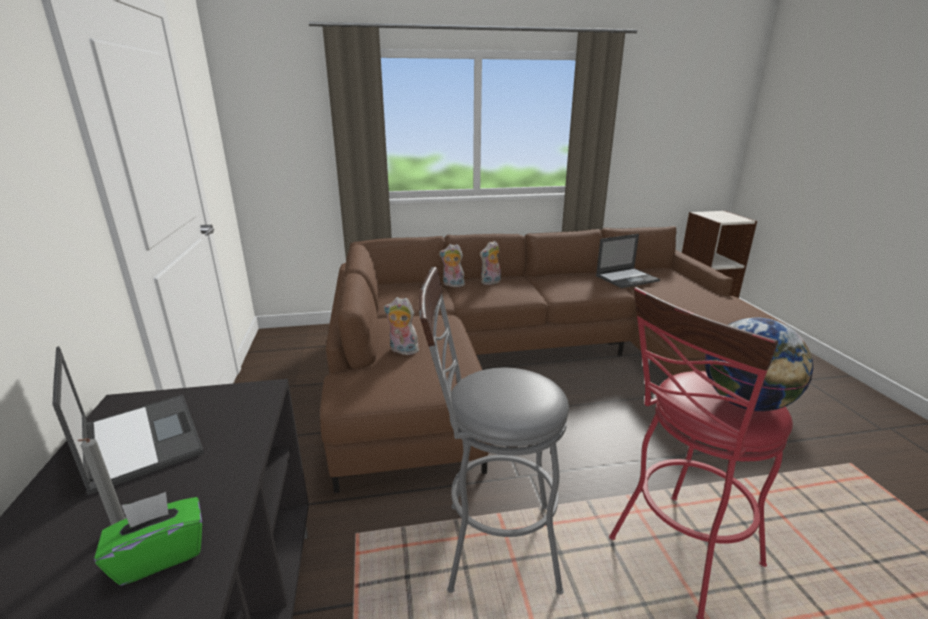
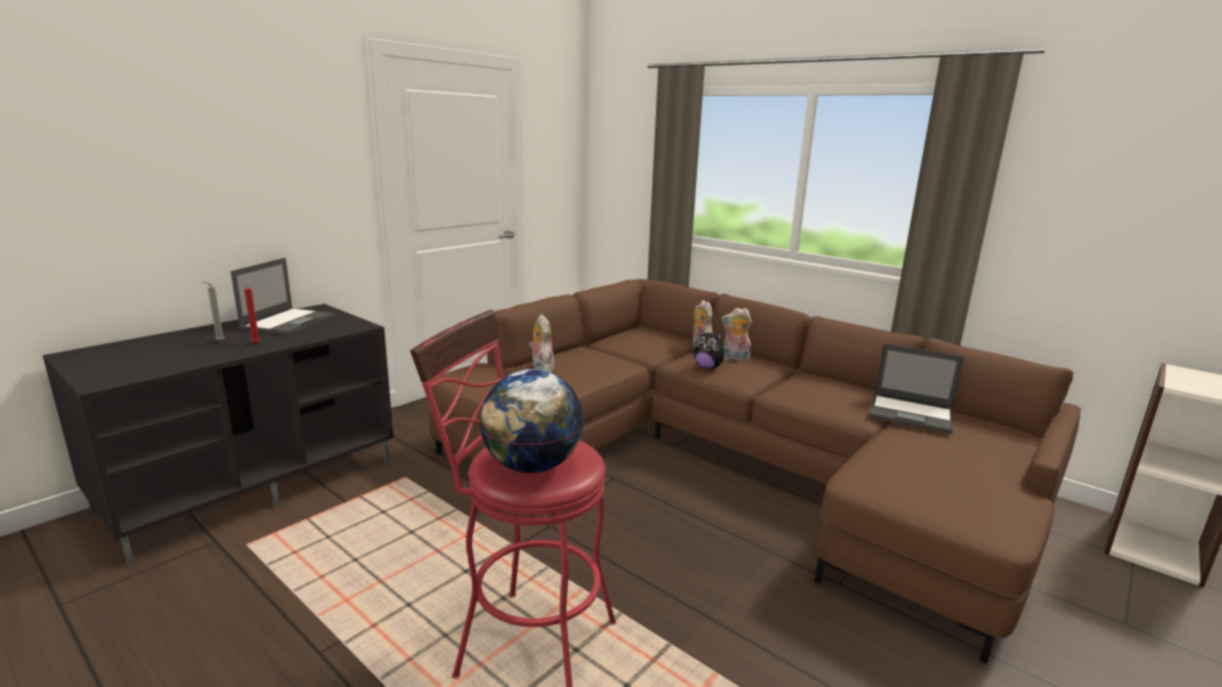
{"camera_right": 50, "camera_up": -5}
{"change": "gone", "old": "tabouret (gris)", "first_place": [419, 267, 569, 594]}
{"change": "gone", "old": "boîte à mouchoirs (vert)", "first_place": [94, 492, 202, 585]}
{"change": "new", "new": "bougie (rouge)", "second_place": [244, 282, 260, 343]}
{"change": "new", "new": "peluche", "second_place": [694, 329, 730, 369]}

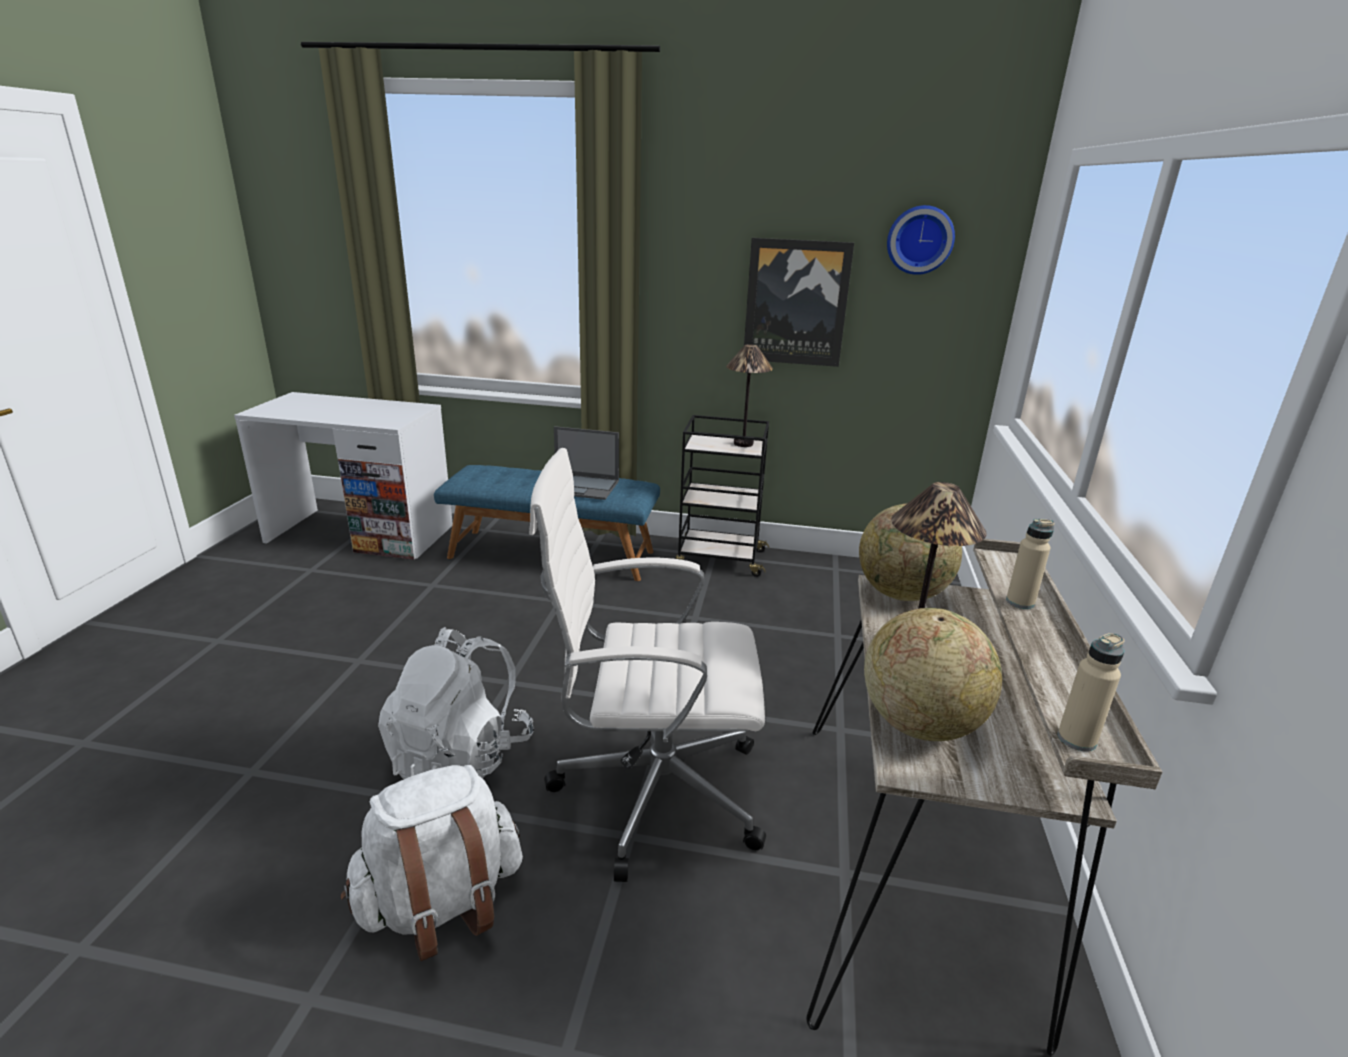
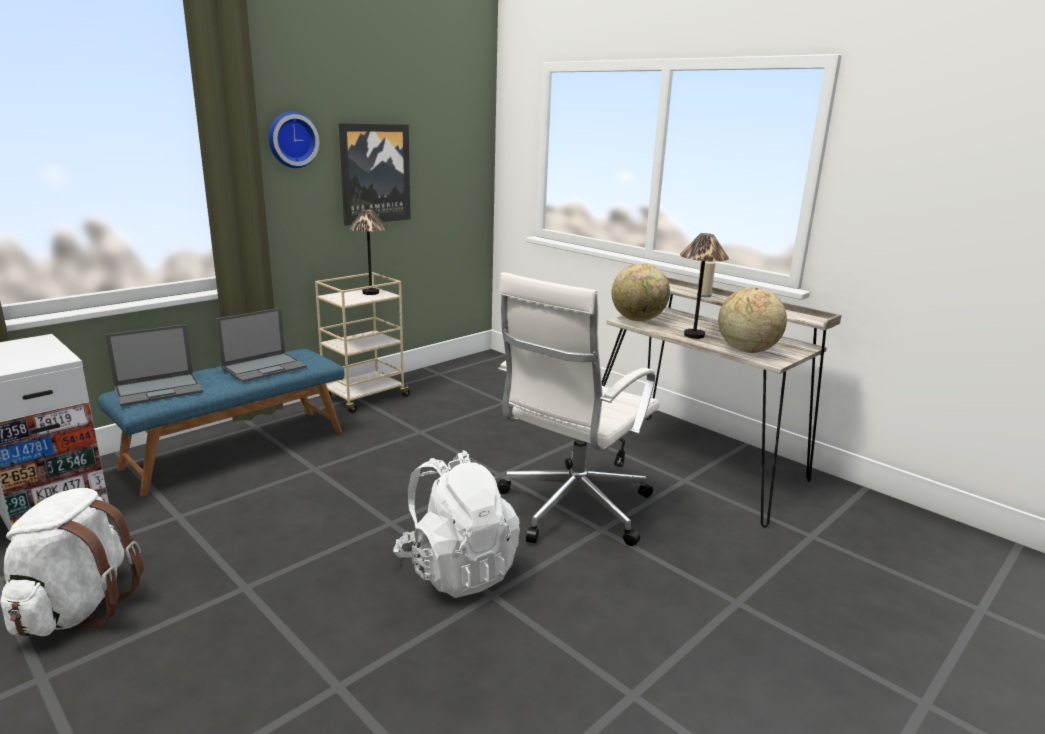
{"camera_right": -55, "camera_up": -5}
{"change": "shifted", "old": "horloge murale", "first_place": [887, 205, 955, 275], "second_place": [269, 111, 319, 168]}
{"change": "repainted", "old": "chariot (noir)", "new": "chariot (beige)", "first_place": [676, 415, 769, 577], "second_place": [315, 272, 413, 413]}
{"change": "gone", "old": "bouteille (beige)", "first_place": [1058, 633, 1125, 751]}
{"change": "shifted", "old": "sac à dos (blanc)", "first_place": [341, 765, 523, 961], "second_place": [0, 488, 144, 637]}
{"change": "new", "new": "ordinateur portable", "second_place": [105, 324, 203, 406]}

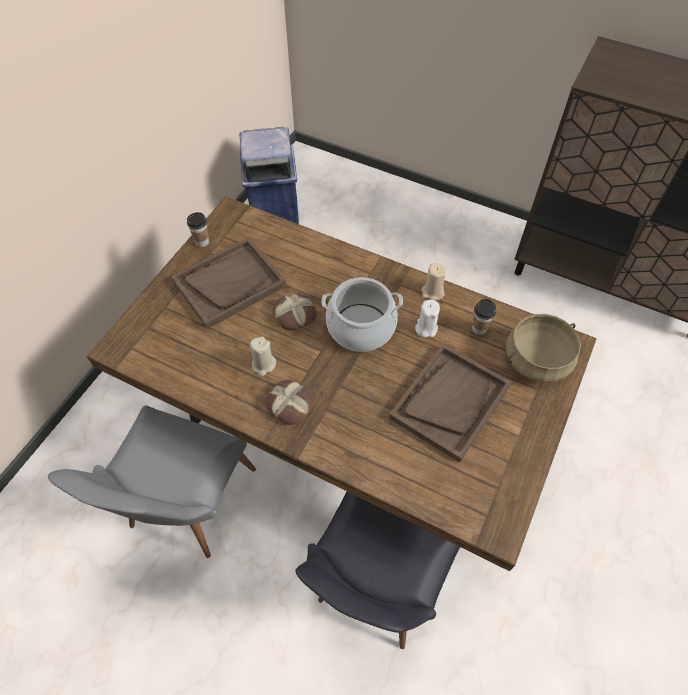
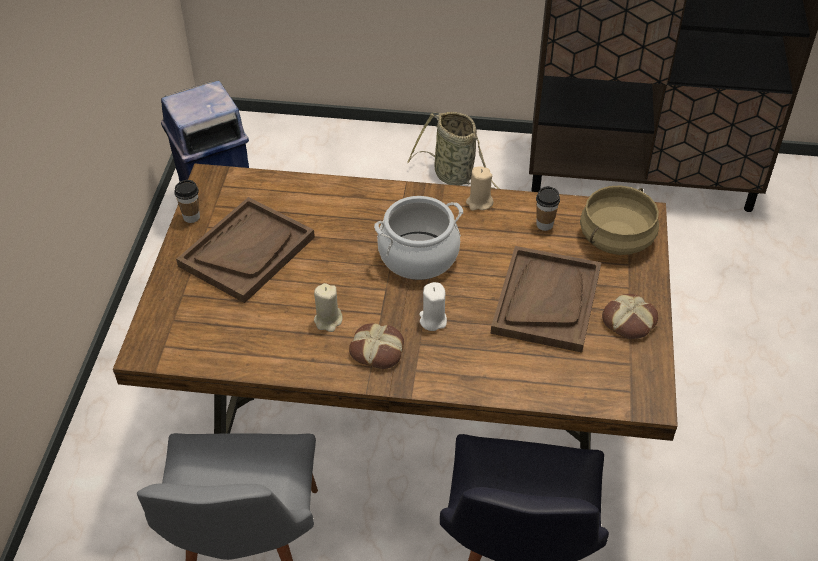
{"camera_right": -20, "camera_up": -10}
{"change": "shifted", "old": "pain", "first_place": [273, 293, 317, 331], "second_place": [602, 294, 658, 339]}
{"change": "shifted", "old": "bougie (blanc)", "first_place": [415, 300, 440, 337], "second_place": [419, 282, 447, 331]}
{"change": "new", "new": "panier", "second_place": [407, 112, 500, 189]}

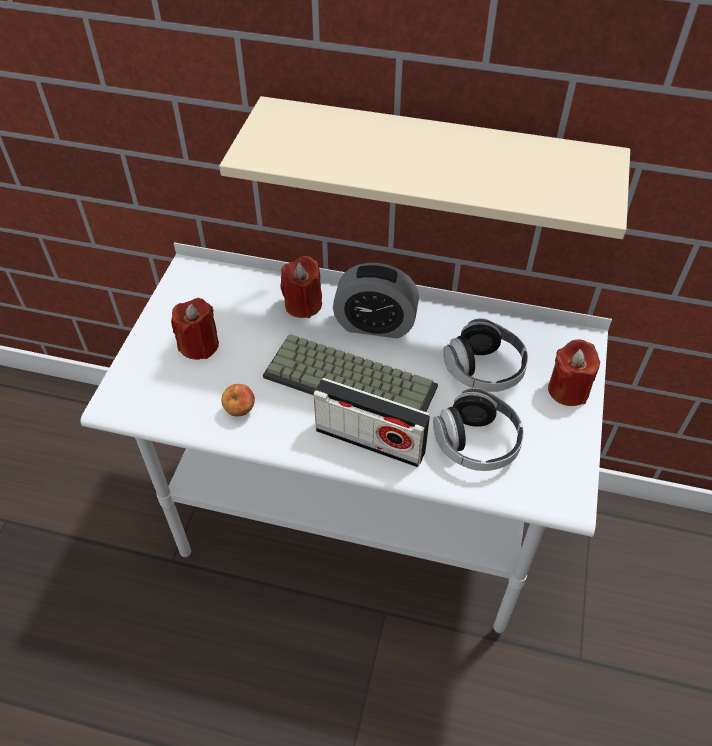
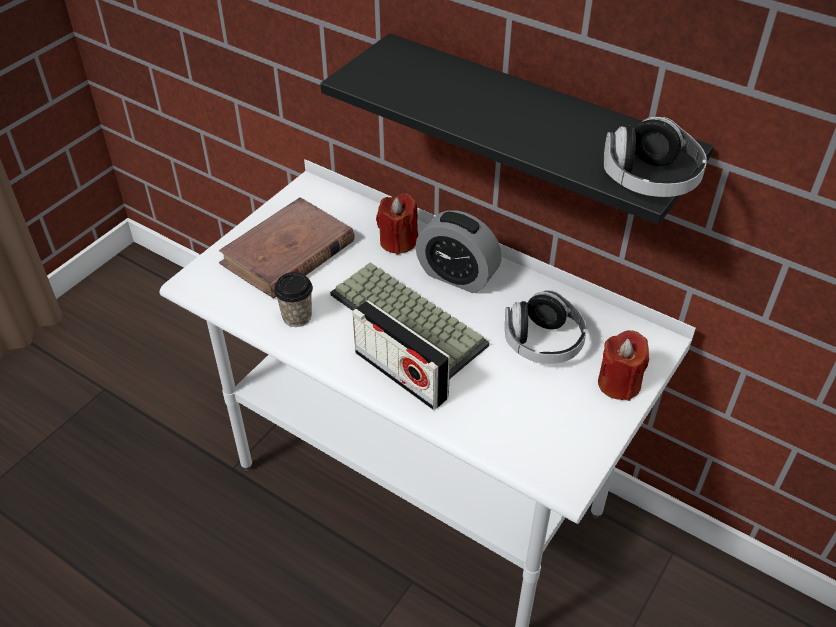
{"camera_right": 20, "camera_up": -5}
{"change": "repainted", "old": "étagère (beige)", "new": "étagère (noir)", "first_place": [219, 96, 630, 239], "second_place": [320, 33, 714, 225]}
{"change": "swapped", "old": "bougie (rouge)", "new": "livre (marron)", "first_place": [171, 298, 219, 360], "second_place": [219, 197, 355, 298]}
{"change": "swapped", "old": "pomme", "new": "tasse", "first_place": [221, 384, 255, 416], "second_place": [274, 272, 313, 327]}
{"change": "shifted", "old": "casque audio", "first_place": [433, 388, 524, 471], "second_place": [604, 117, 707, 197]}

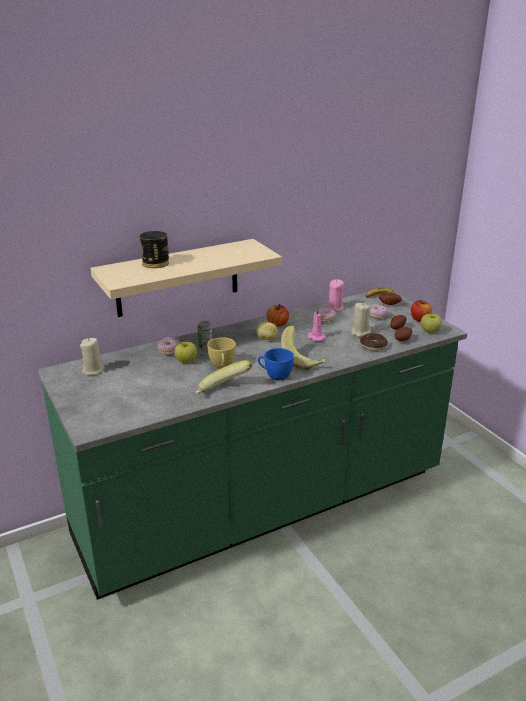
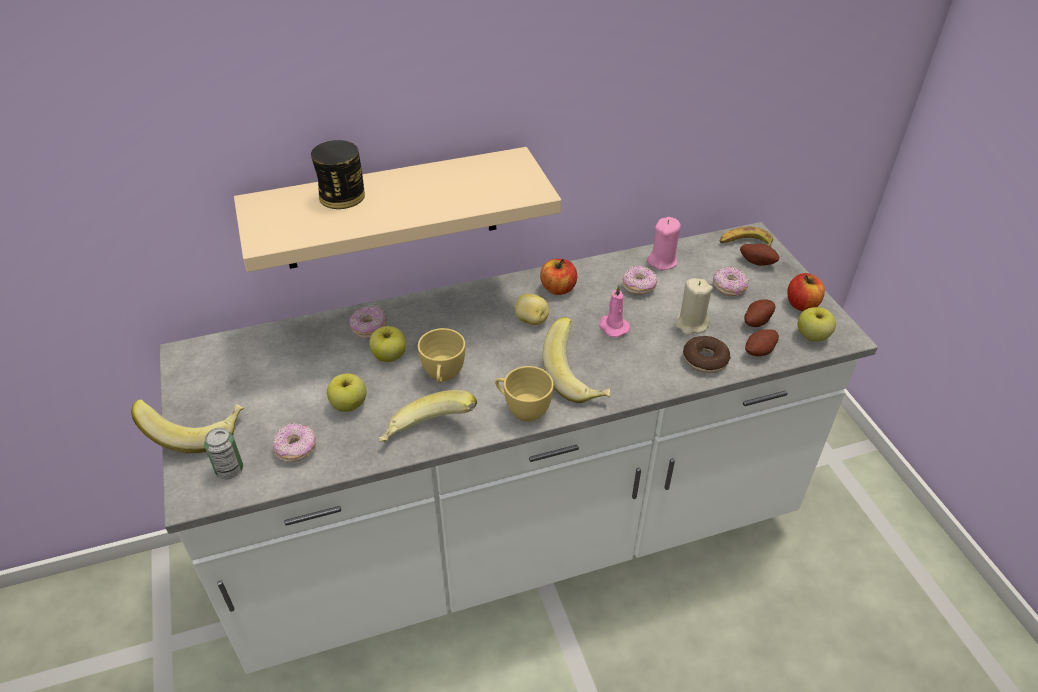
{"camera_right": 10, "camera_up": 15}
{"change": "repainted", "old": "comptoir de cuisine (vert)", "new": "comptoir de cuisine (blanc)", "first_place": [37, 292, 467, 600], "second_place": [160, 222, 878, 674]}
{"change": "shifted", "old": "boîte métallique", "first_place": [197, 321, 212, 350], "second_place": [204, 428, 243, 479]}
{"change": "gone", "old": "bougie (beige)", "first_place": [80, 338, 105, 375]}
{"change": "repainted", "old": "tasse (bleu)", "new": "tasse (jaune)", "first_place": [258, 348, 294, 381], "second_place": [495, 366, 554, 422]}
{"change": "new", "new": "pomme", "second_place": [327, 373, 366, 412]}
{"change": "new", "new": "banane", "second_place": [131, 399, 244, 453]}
{"change": "new", "new": "beignet", "second_place": [273, 423, 316, 462]}

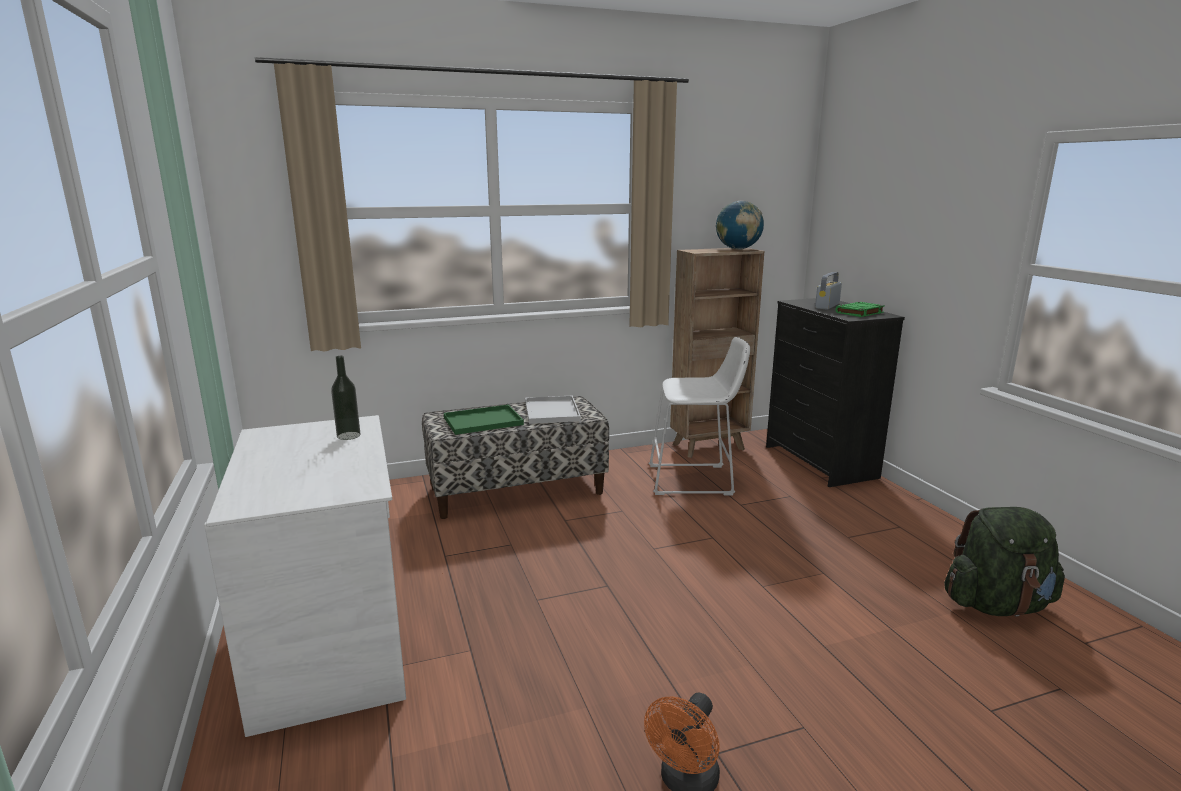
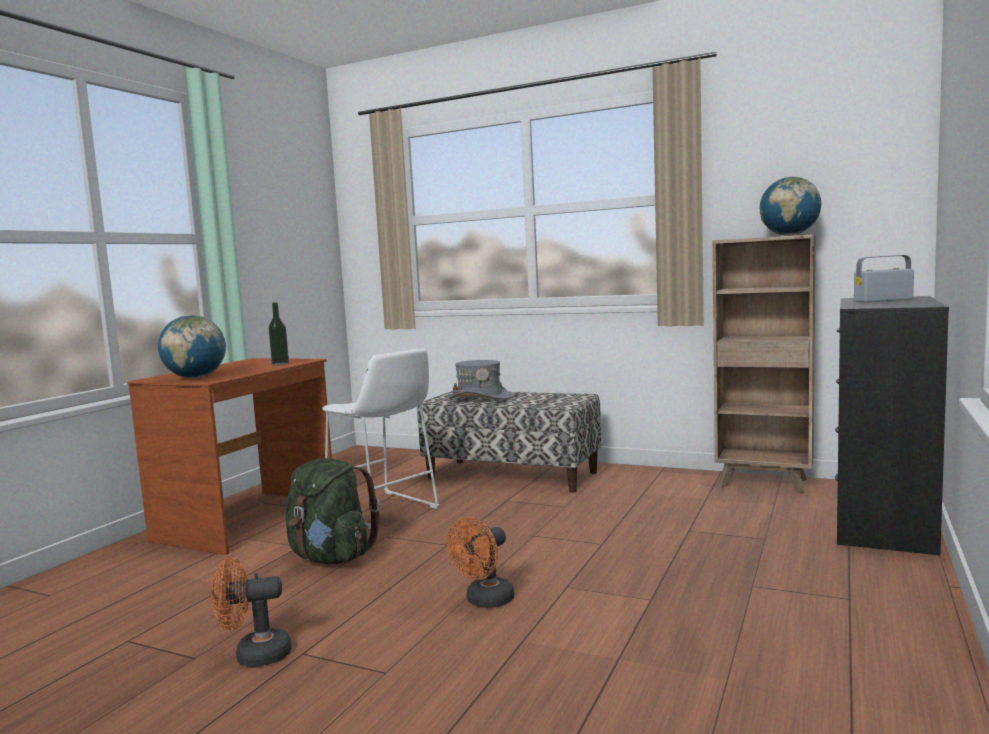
{"camera_right": 45, "camera_up": -10}
{"change": "gone", "old": "livre (vert)", "first_place": [835, 302, 885, 317]}
{"change": "shifted", "old": "tabouret (blanc)", "first_place": [649, 337, 750, 495], "second_place": [322, 348, 439, 529]}
{"change": "gone", "old": "plateau (blanc)", "first_place": [525, 395, 581, 424]}
{"change": "swapped", "old": "plateau (vert)", "new": "chapeau (gris)", "first_place": [444, 405, 524, 435], "second_place": [449, 360, 510, 400]}
{"change": "repainted", "old": "bureau (blanc)", "new": "bureau (marron)", "first_place": [204, 415, 406, 737], "second_place": [127, 358, 332, 555]}
{"change": "shifted", "old": "sac à dos (vert)", "first_place": [944, 507, 1065, 617], "second_place": [286, 458, 380, 564]}
{"change": "new", "new": "globe", "second_place": [158, 315, 226, 379]}
{"change": "new", "new": "ventilateur (orange)", "second_place": [447, 517, 514, 608]}

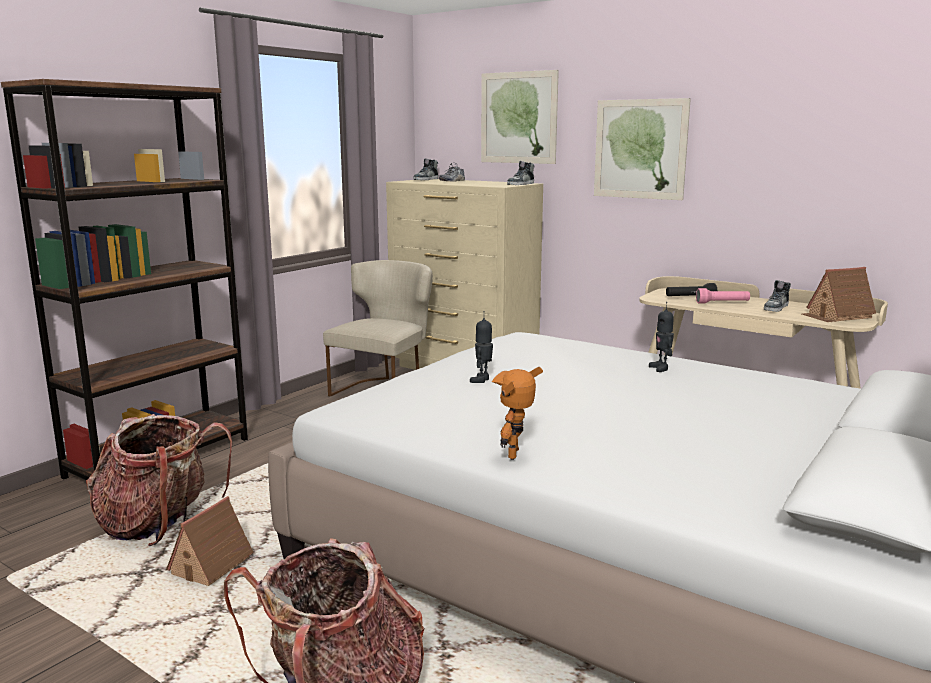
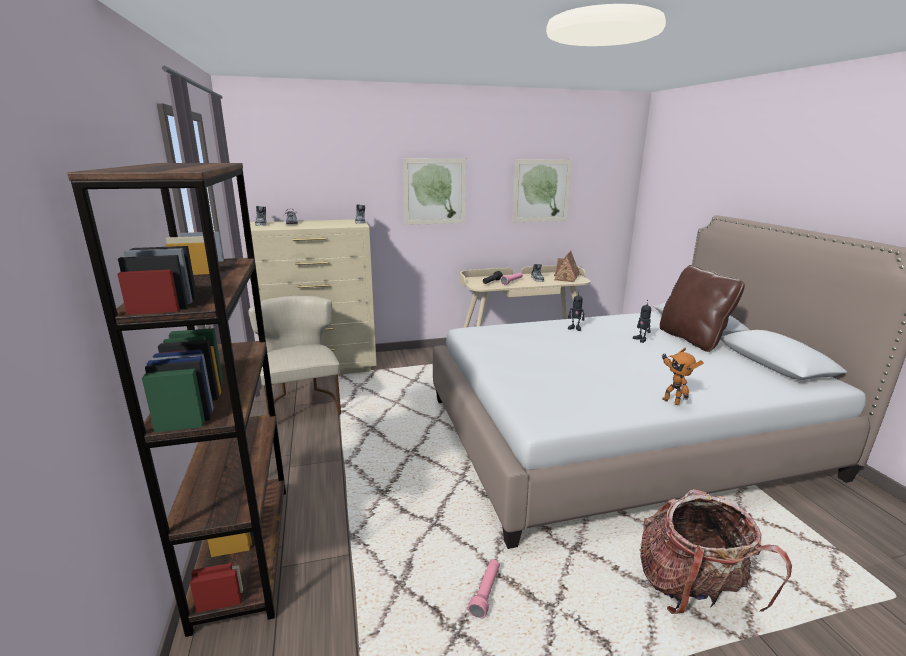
{"camera_right": -50, "camera_up": 5}
{"change": "shifted", "old": "tableau", "first_place": [481, 70, 559, 164], "second_place": [512, 160, 572, 222]}
{"change": "shifted", "old": "robot jouet", "first_place": [470, 311, 493, 383], "second_place": [633, 300, 651, 343]}
{"change": "gone", "old": "sac à dos", "first_place": [86, 414, 232, 546]}
{"change": "swapped", "old": "maison miniature", "new": "lampe de poche (rose)", "first_place": [166, 496, 254, 586], "second_place": [468, 560, 500, 619]}
{"change": "new", "new": "coussin (marron)", "second_place": [660, 265, 745, 352]}

